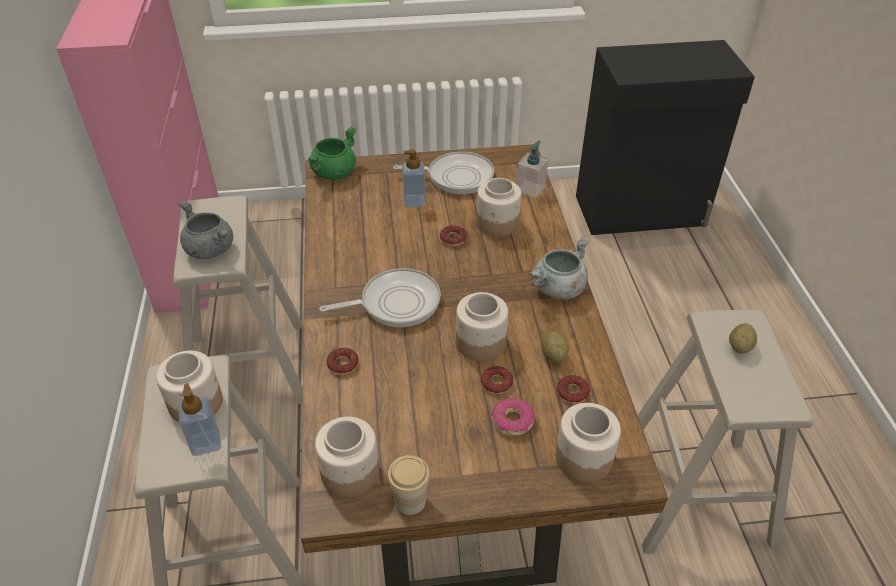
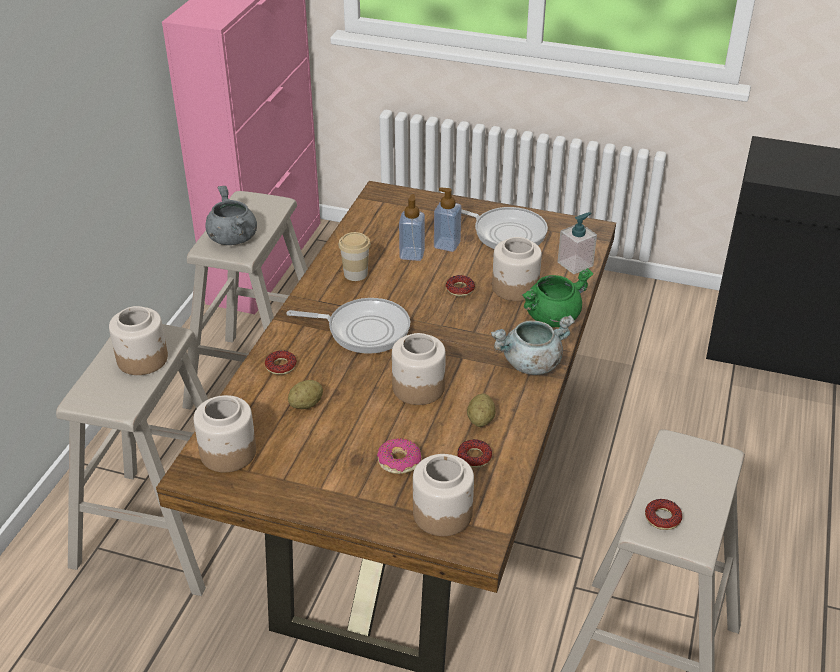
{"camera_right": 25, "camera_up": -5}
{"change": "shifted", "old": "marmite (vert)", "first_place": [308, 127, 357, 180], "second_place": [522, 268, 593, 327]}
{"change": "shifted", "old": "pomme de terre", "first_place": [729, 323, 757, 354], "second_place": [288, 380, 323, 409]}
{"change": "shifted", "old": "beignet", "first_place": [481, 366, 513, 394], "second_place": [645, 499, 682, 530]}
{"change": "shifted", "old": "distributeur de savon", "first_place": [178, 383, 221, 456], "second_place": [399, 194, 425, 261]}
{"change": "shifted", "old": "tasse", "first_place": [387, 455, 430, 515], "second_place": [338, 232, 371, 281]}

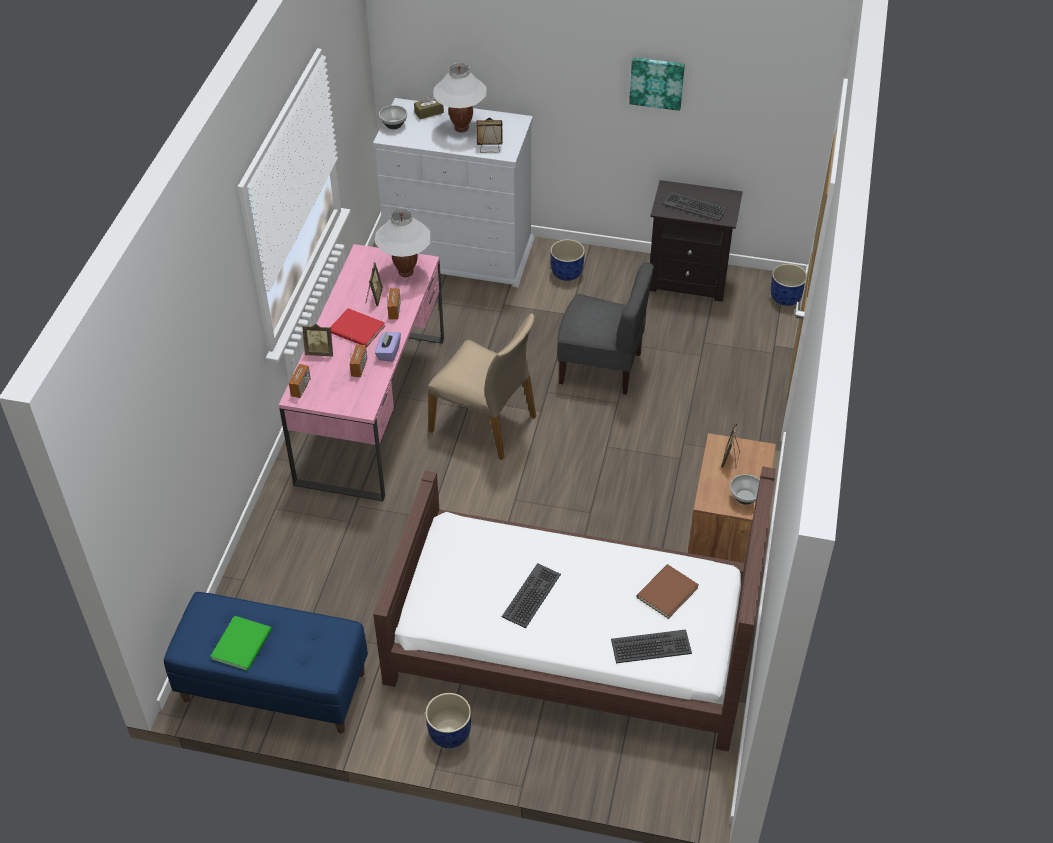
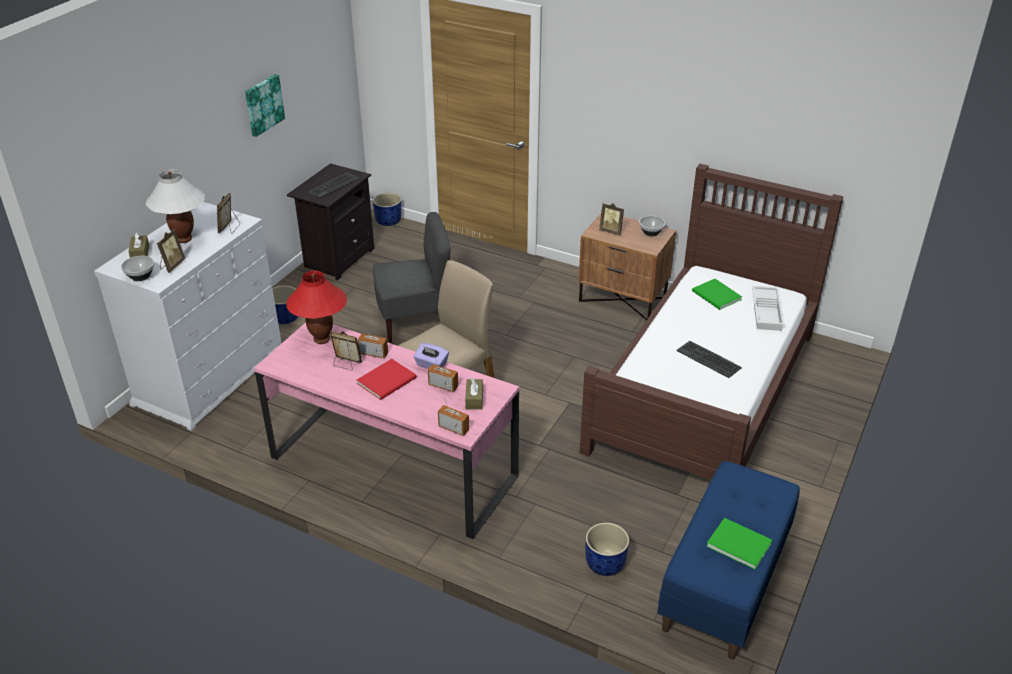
{"camera_right": -75, "camera_up": -10}
{"change": "repainted", "old": "lampe de table (blanc)", "new": "lampe de table (rouge)", "first_place": [375, 209, 431, 277], "second_place": [286, 270, 347, 344]}
{"change": "rotated", "old": "chaise (gris)", "first_place": [557, 262, 654, 395], "second_place": [373, 212, 451, 343], "degrees": 45}
{"change": "shifted", "old": "cadre photo", "first_place": [302, 324, 333, 357], "second_place": [157, 229, 185, 273]}
{"change": "repainted", "old": "livre (marron)", "new": "livre (vert)", "first_place": [636, 564, 699, 619], "second_place": [692, 279, 742, 310]}
{"change": "swapped", "old": "clavier", "new": "plateau (blanc)", "first_place": [611, 629, 692, 663], "second_place": [752, 286, 785, 331]}
{"change": "shifted", "old": "cache-pot (bleu)", "first_place": [425, 693, 471, 748], "second_place": [586, 523, 629, 576]}
{"change": "new", "new": "boîte à mouchoirs (marron)", "second_place": [465, 377, 483, 409]}

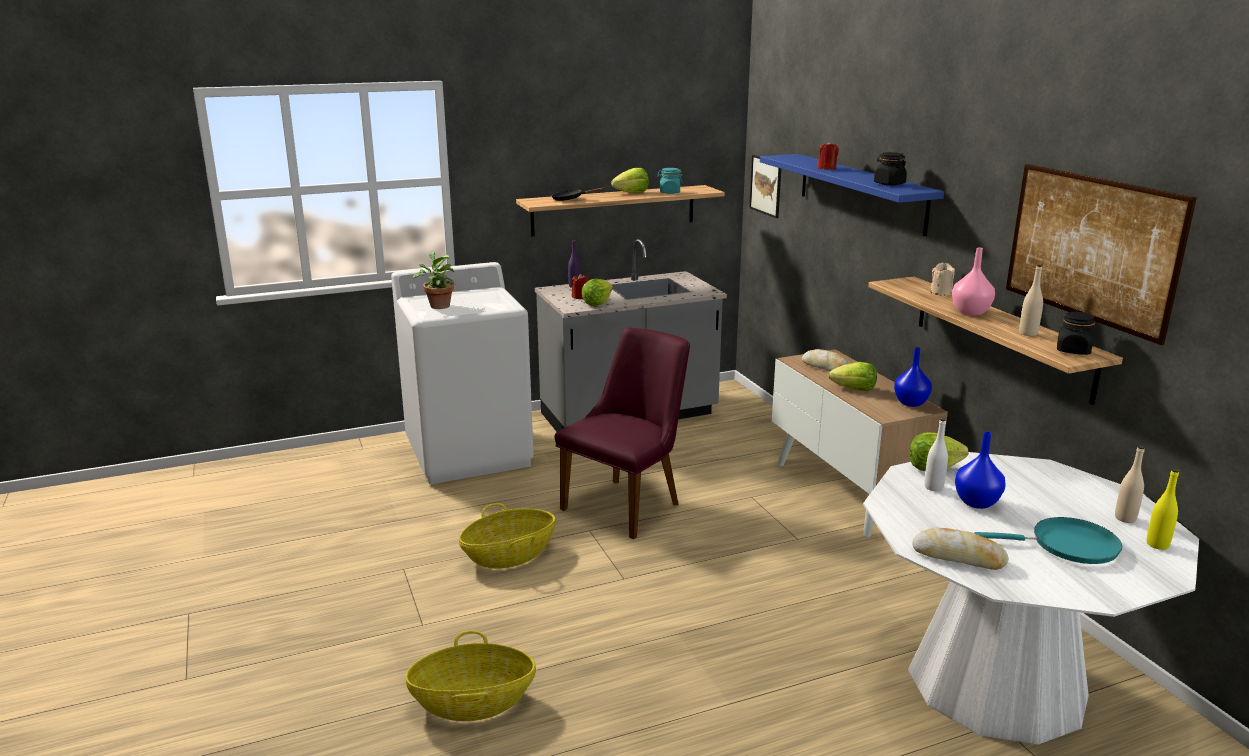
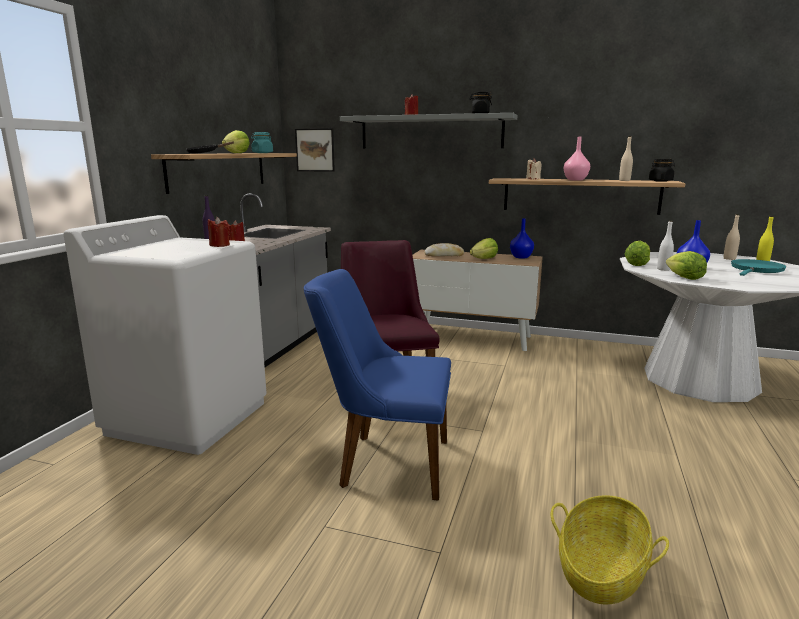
{"camera_right": -50, "camera_up": -5}
{"change": "repainted", "old": "étagère (bleu)", "new": "étagère (gris)", "first_place": [760, 154, 944, 236], "second_place": [340, 113, 517, 148]}
{"change": "gone", "old": "tableau", "first_place": [1006, 164, 1197, 345]}
{"change": "gone", "old": "plante en pot", "first_place": [413, 252, 455, 309]}
{"change": "shifted", "old": "laitue", "first_place": [582, 279, 613, 306], "second_place": [666, 251, 707, 280]}
{"change": "swapped", "old": "panier", "new": "chaise (bleu)", "first_place": [459, 503, 555, 569], "second_place": [304, 269, 451, 501]}
{"change": "gone", "old": "pain", "first_place": [913, 527, 1009, 570]}
{"change": "new", "new": "bougie (rouge)", "second_place": [208, 217, 230, 247]}

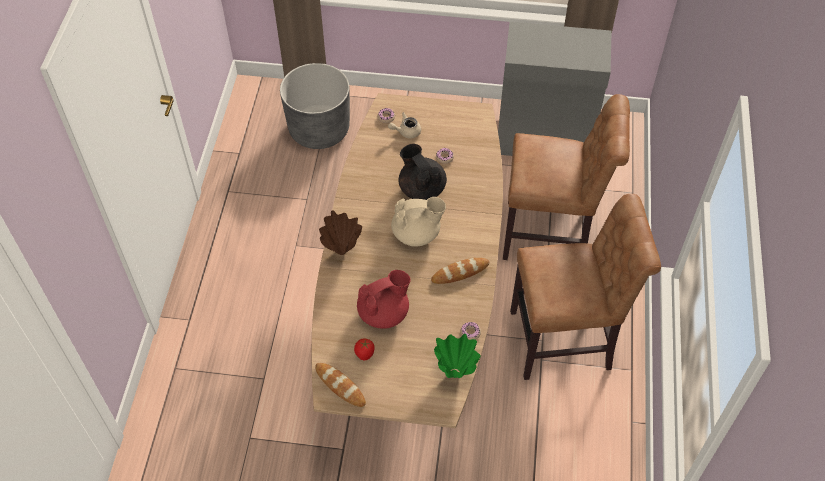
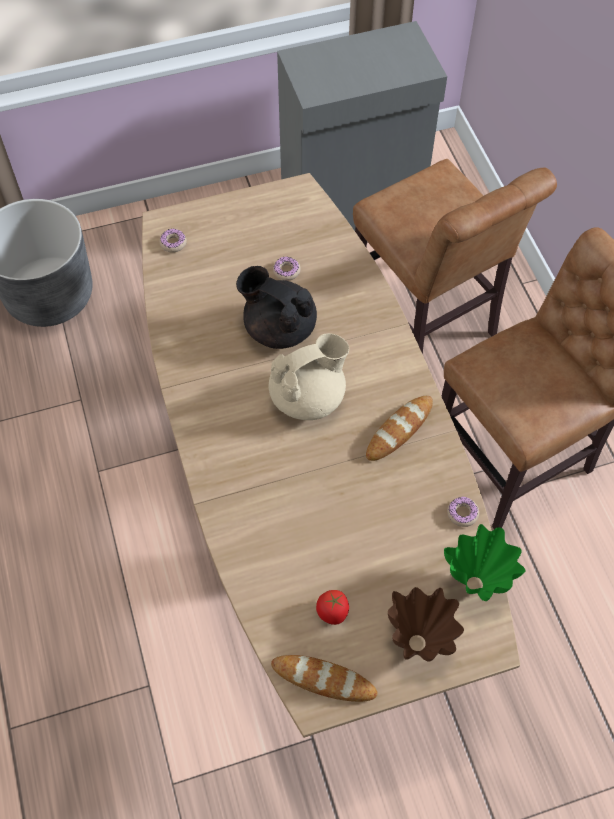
{"camera_right": -25, "camera_up": 5}
{"change": "rotated", "old": "chaise (marron)", "first_place": [503, 94, 630, 260], "second_place": [353, 159, 557, 354], "degrees": 75}
{"change": "gone", "old": "théière (beige)", "first_place": [388, 112, 421, 138]}
{"change": "shifted", "old": "vase (marron)", "first_place": [319, 210, 362, 255], "second_place": [388, 587, 464, 662]}
{"change": "gone", "old": "théière (rouge)", "first_place": [357, 270, 411, 329]}

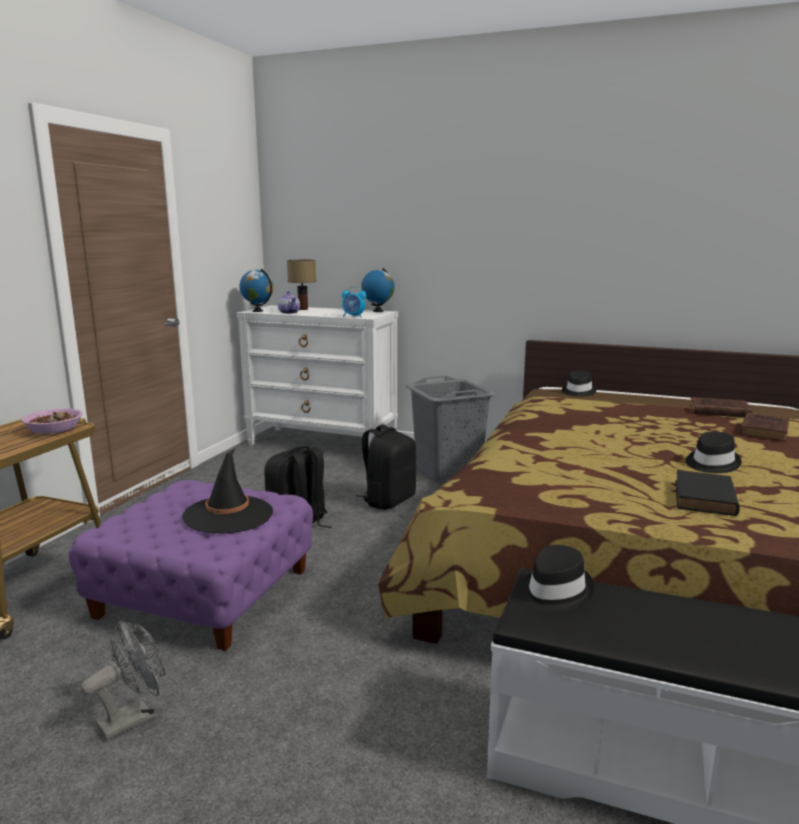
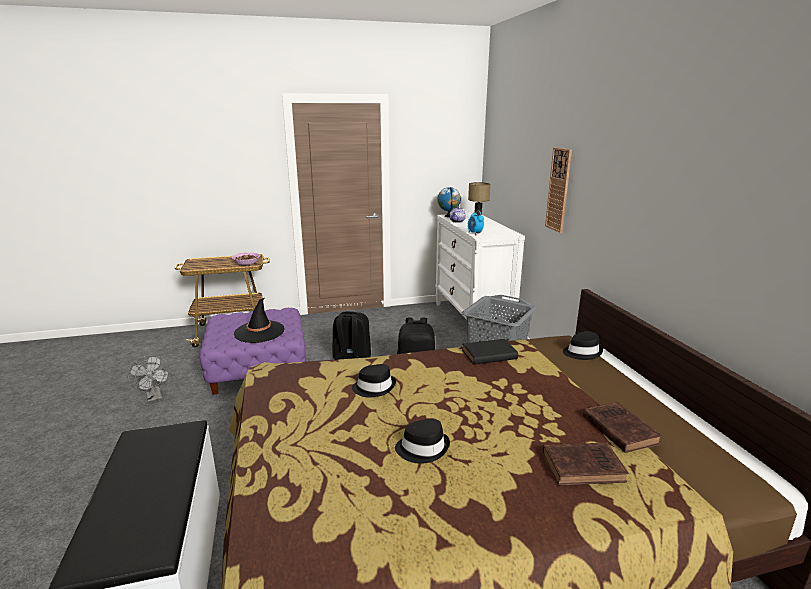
{"camera_right": 55, "camera_up": 5}
{"change": "gone", "old": "globe", "first_place": [361, 268, 394, 312]}
{"change": "shifted", "old": "livre (noir)", "first_place": [675, 470, 740, 516], "second_place": [462, 339, 518, 365]}
{"change": "shifted", "old": "chapeau (noir)", "first_place": [519, 545, 594, 612], "second_place": [352, 364, 396, 398]}
{"change": "rotated", "old": "ventilateur (gris)", "first_place": [81, 621, 165, 741], "second_place": [128, 355, 170, 402], "degrees": 45}
{"change": "new", "new": "horloge murale", "second_place": [545, 148, 572, 233]}

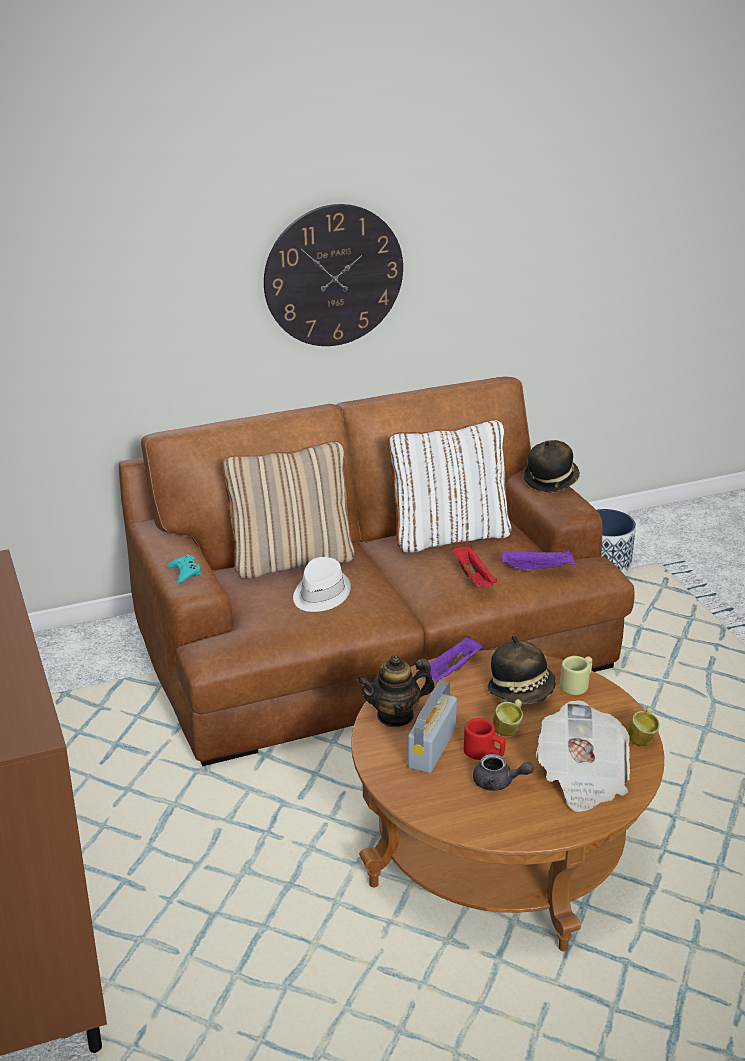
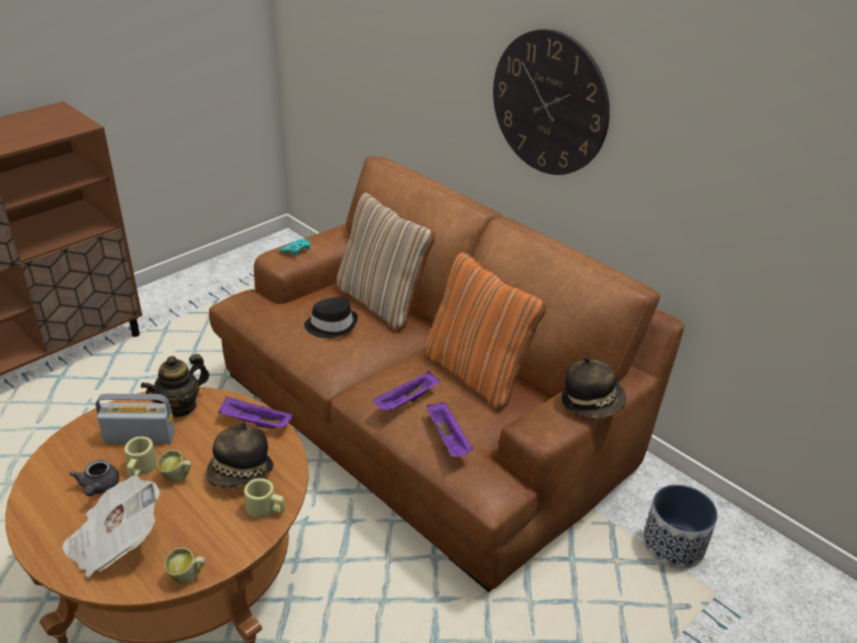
{"camera_right": 65, "camera_up": 5}
{"change": "repainted", "old": "coussin (blanc)", "new": "coussin (orange)", "first_place": [388, 419, 511, 553], "second_place": [425, 251, 546, 408]}
{"change": "repainted", "old": "plateau (rouge)", "new": "plateau (violet)", "first_place": [452, 546, 497, 588], "second_place": [372, 371, 440, 412]}
{"change": "repainted", "old": "chapeau (blanc)", "new": "chapeau (noir)", "first_place": [293, 557, 351, 612], "second_place": [304, 297, 358, 338]}
{"change": "rotated", "old": "théière", "first_place": [357, 655, 435, 727], "second_place": [141, 354, 209, 418], "degrees": -90}
{"change": "repainted", "old": "mug (rouge)", "new": "mug (beige)", "first_place": [464, 718, 505, 760], "second_place": [124, 437, 157, 478]}

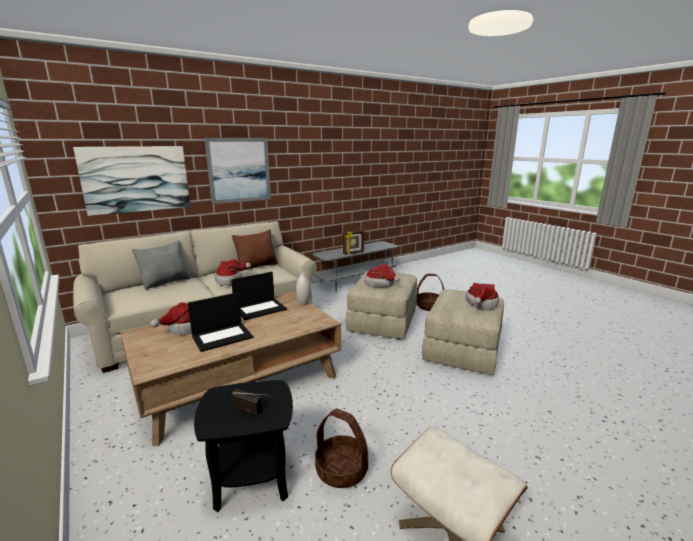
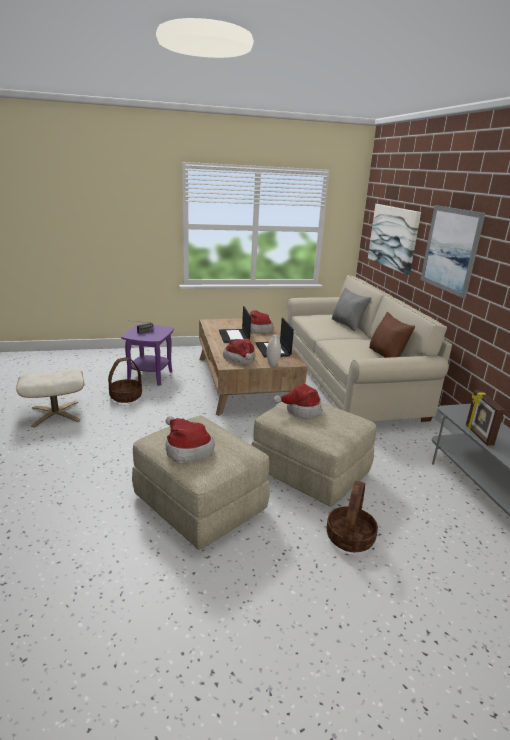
{"camera_right": 110, "camera_up": 5}
{"change": "shifted", "old": "chapeau", "first_place": [214, 259, 251, 286], "second_place": [223, 339, 255, 364]}
{"change": "repainted", "old": "table d'appoint (noir)", "new": "table d'appoint (violet)", "first_place": [194, 380, 293, 512], "second_place": [121, 324, 174, 386]}

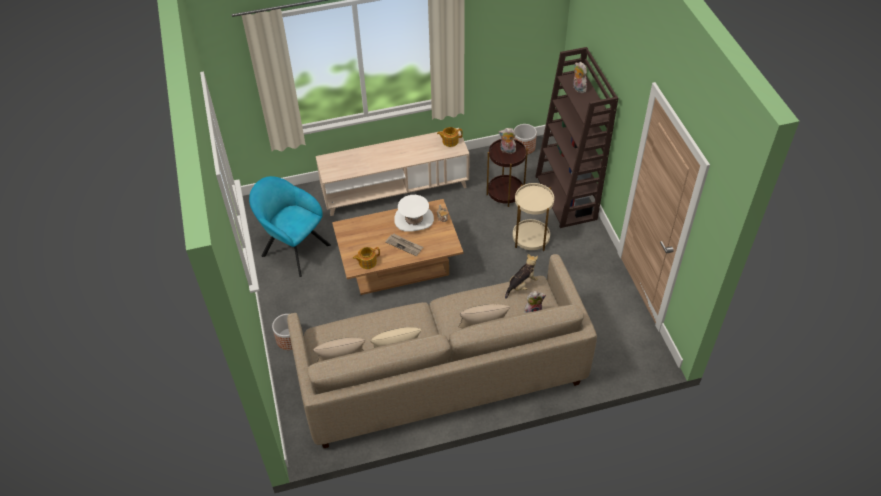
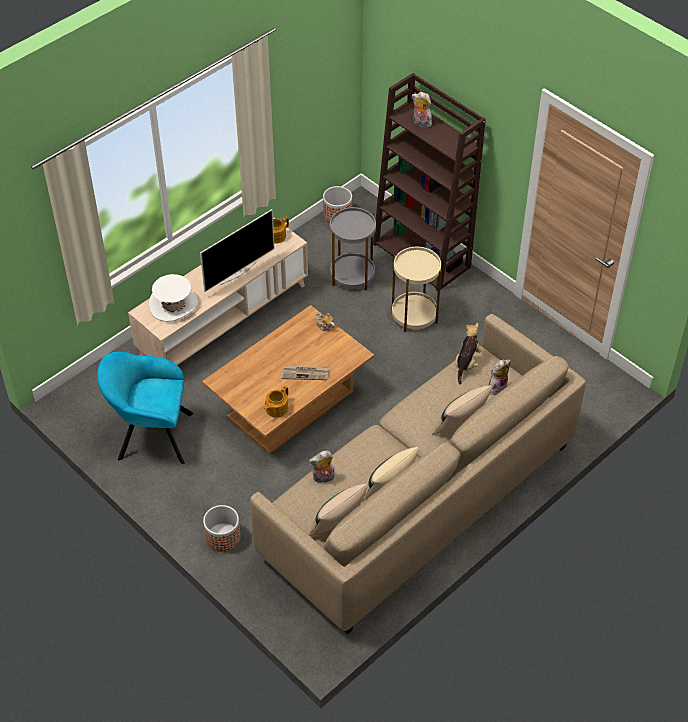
{"camera_right": -30, "camera_up": 0}
{"change": "shifted", "old": "peluche", "first_place": [499, 128, 517, 154], "second_place": [309, 451, 335, 483]}
{"change": "repainted", "old": "table d'appoint (marron)", "new": "table d'appoint (gris)", "first_place": [486, 139, 528, 207], "second_place": [330, 207, 376, 290]}
{"change": "shifted", "old": "chapeau (blanc)", "first_place": [394, 195, 434, 232], "second_place": [149, 274, 198, 322]}
{"change": "new", "new": "téléviseur", "second_place": [200, 209, 275, 292]}

